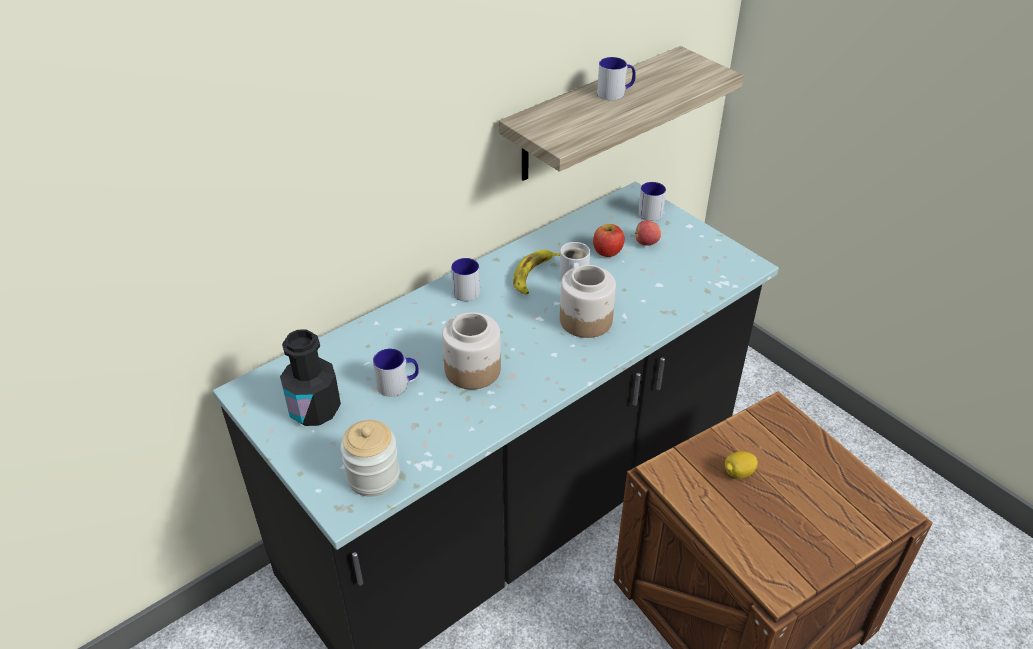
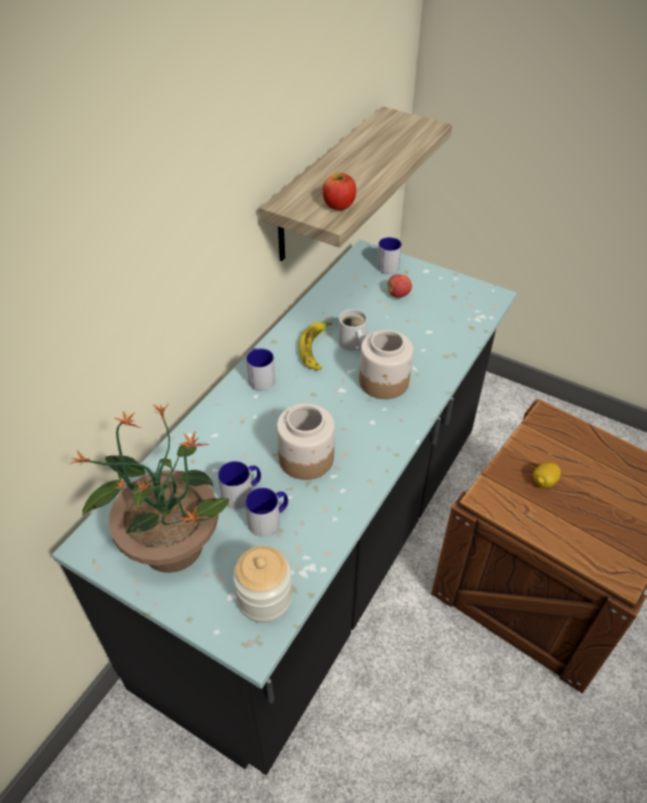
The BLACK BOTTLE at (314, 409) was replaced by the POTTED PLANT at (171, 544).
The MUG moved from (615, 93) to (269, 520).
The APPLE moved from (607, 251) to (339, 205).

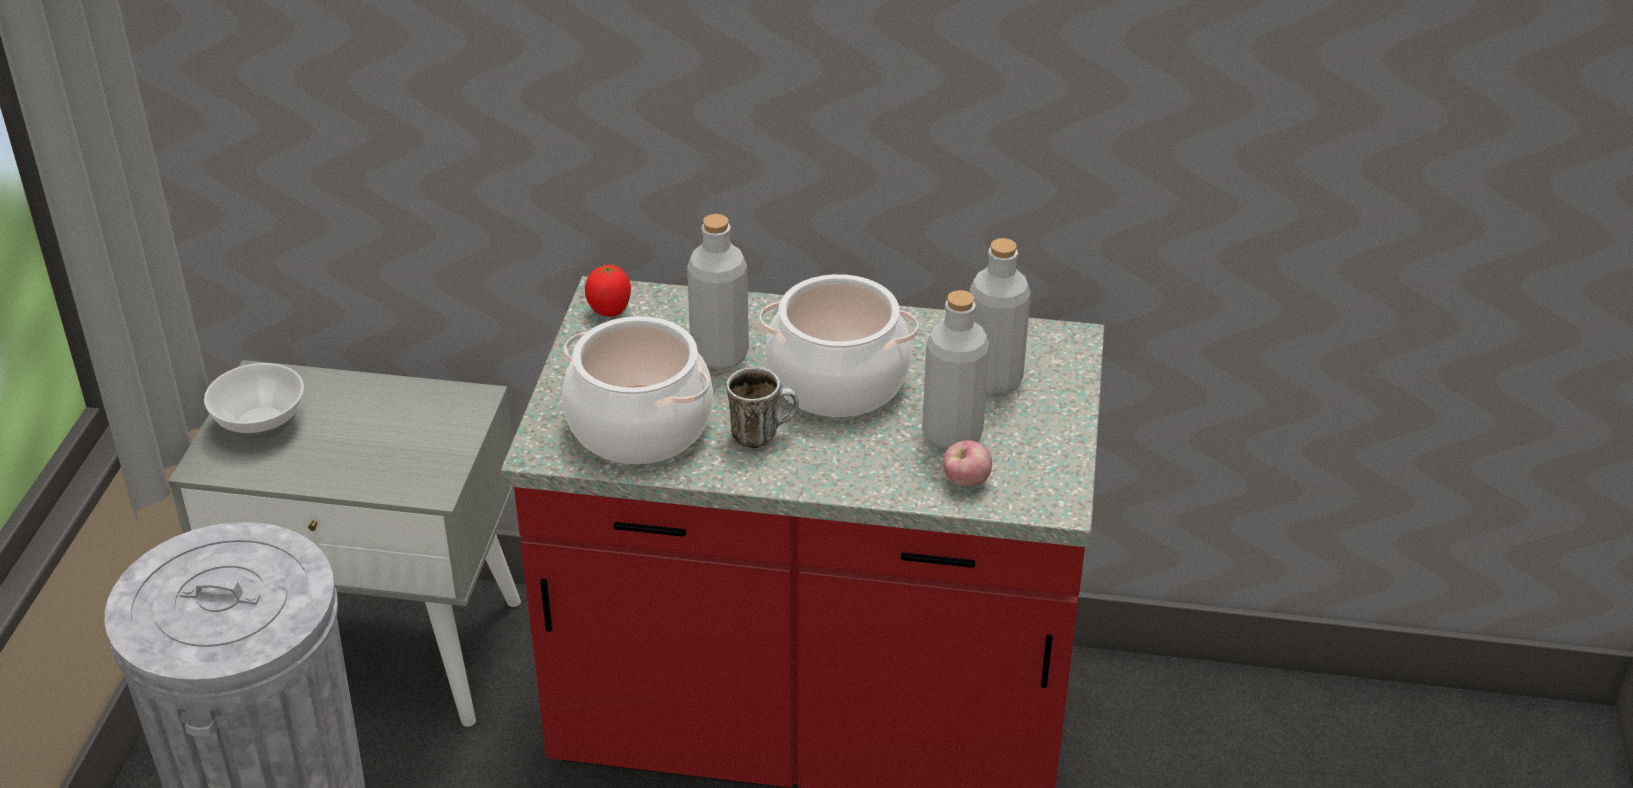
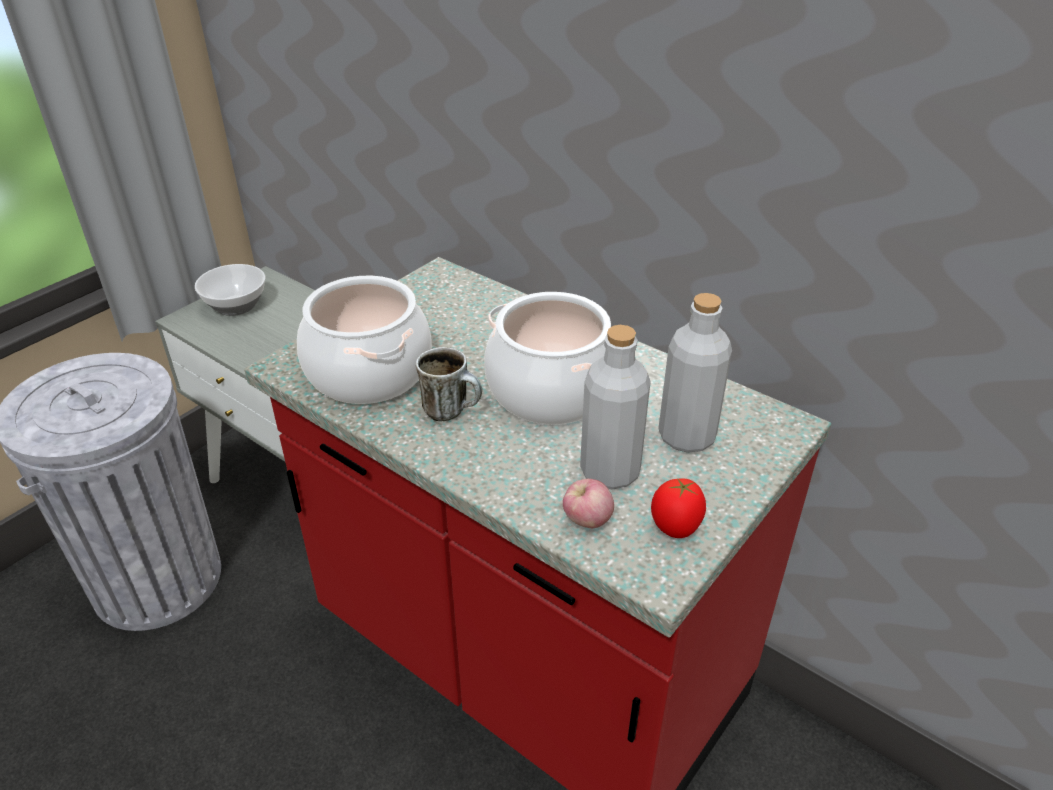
The TOMATO moved from (610, 312) to (675, 529).
The GREY BOTTLE at (719, 355) disappeared.

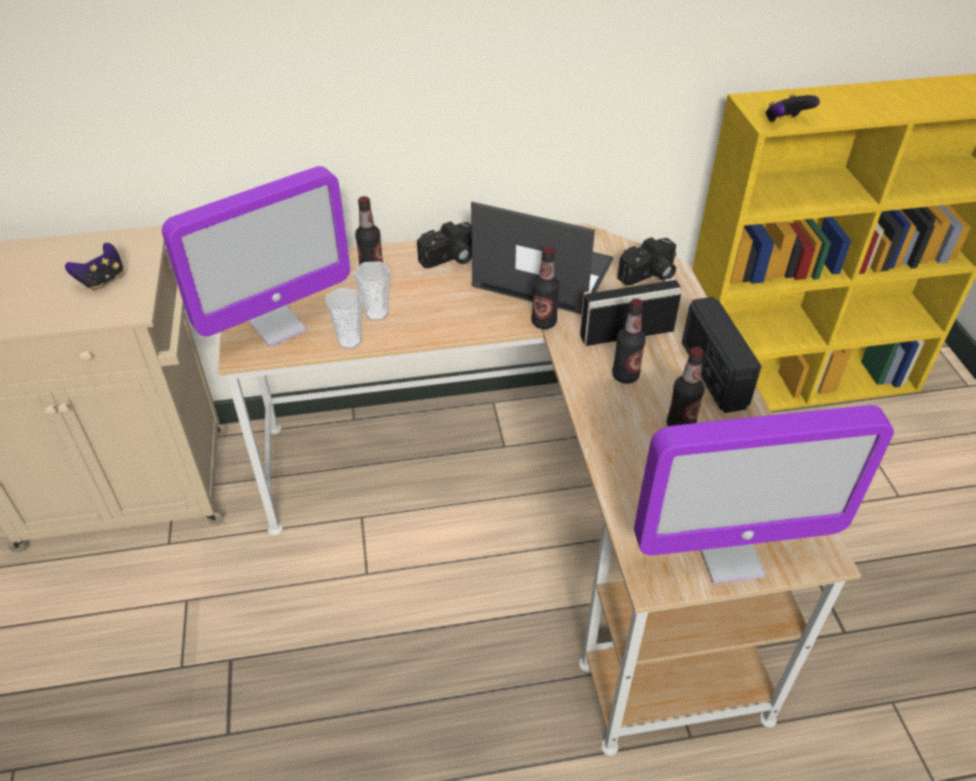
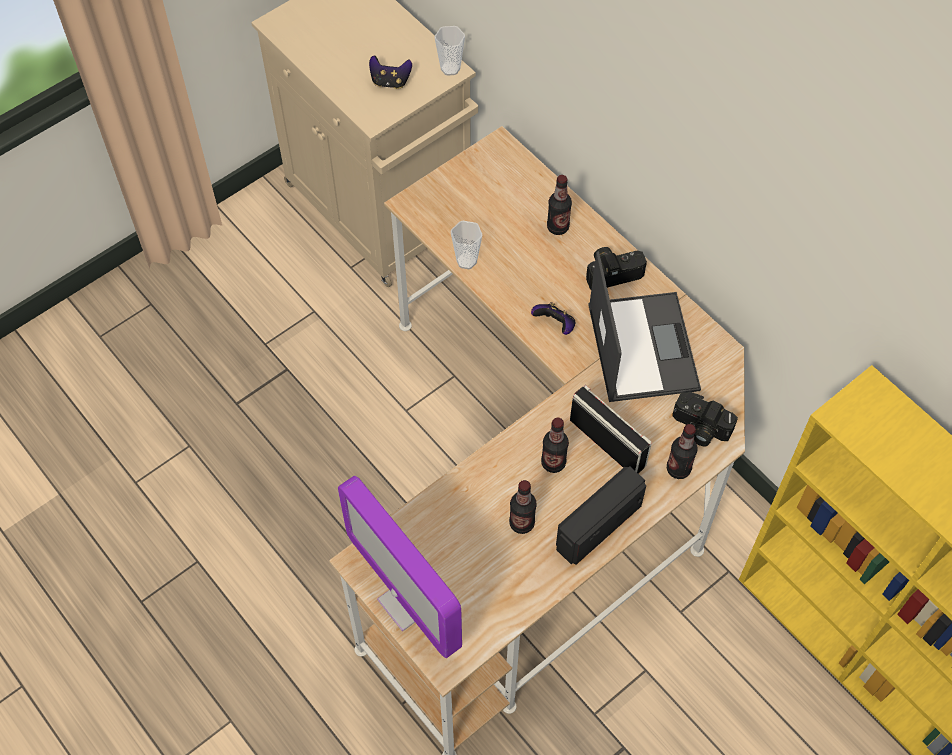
The CUP moved from (376, 314) to (450, 68).
The GAME CONTROLLER moved from (785, 122) to (555, 325).
The PHOTO CAMERA at (450, 259) turned 135 degrees clockwise.
The BOTTLE moved from (544, 322) to (678, 469).
The MONITOR at (278, 326) disappeared.

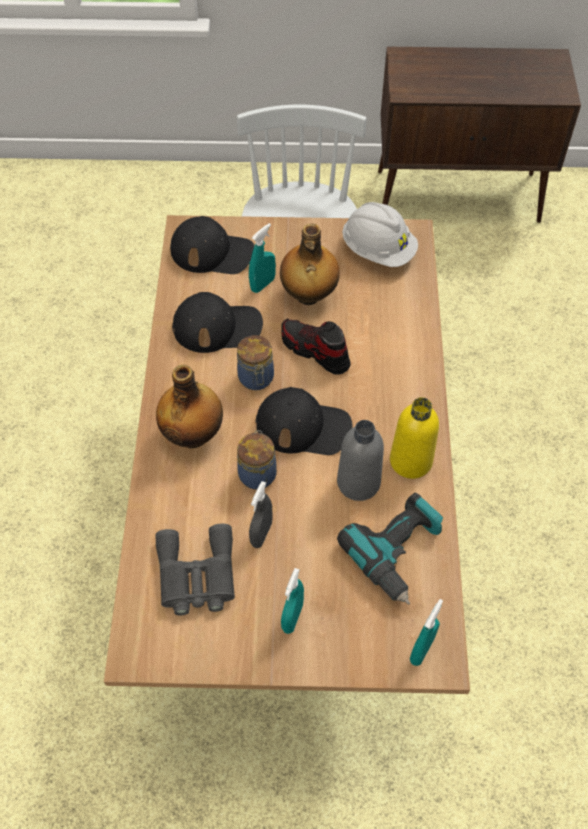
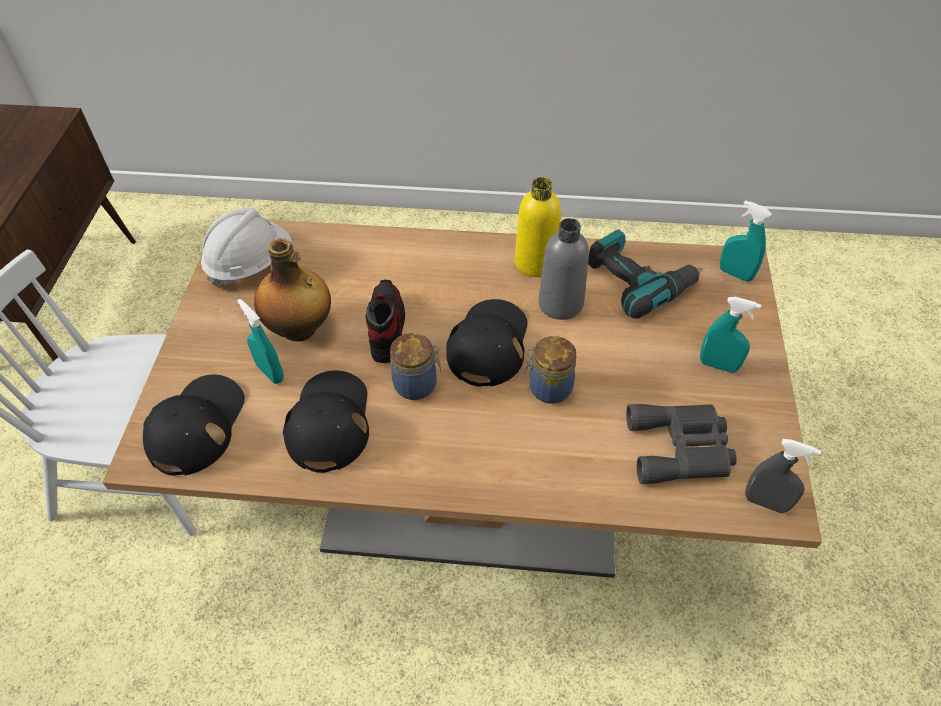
The SHOE at (315, 351) turned 135 degrees clockwise.
The GREY SPRAY BOTTLE moved from (261, 534) to (766, 502).
The BOTTLE at (193, 434) disappeared.

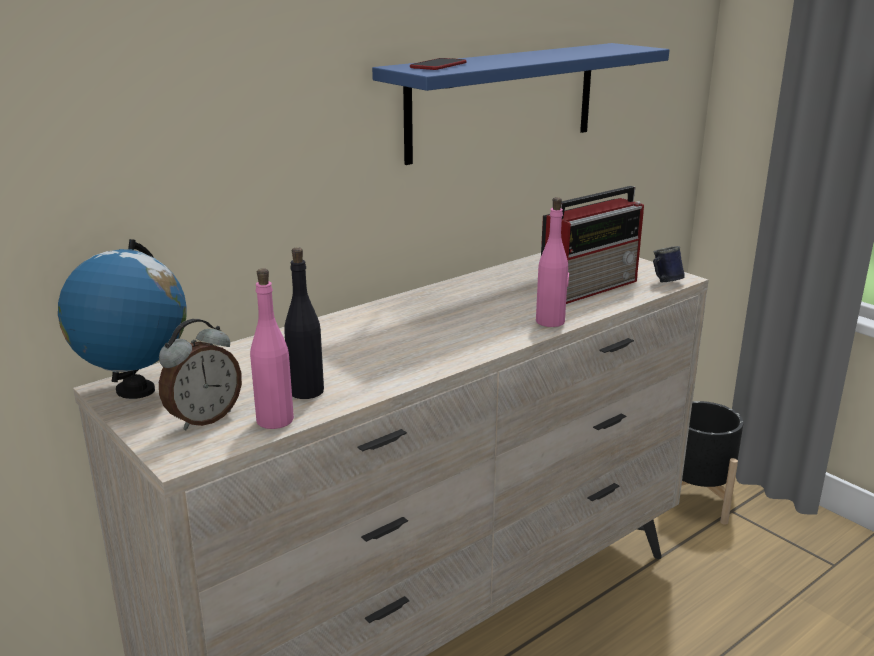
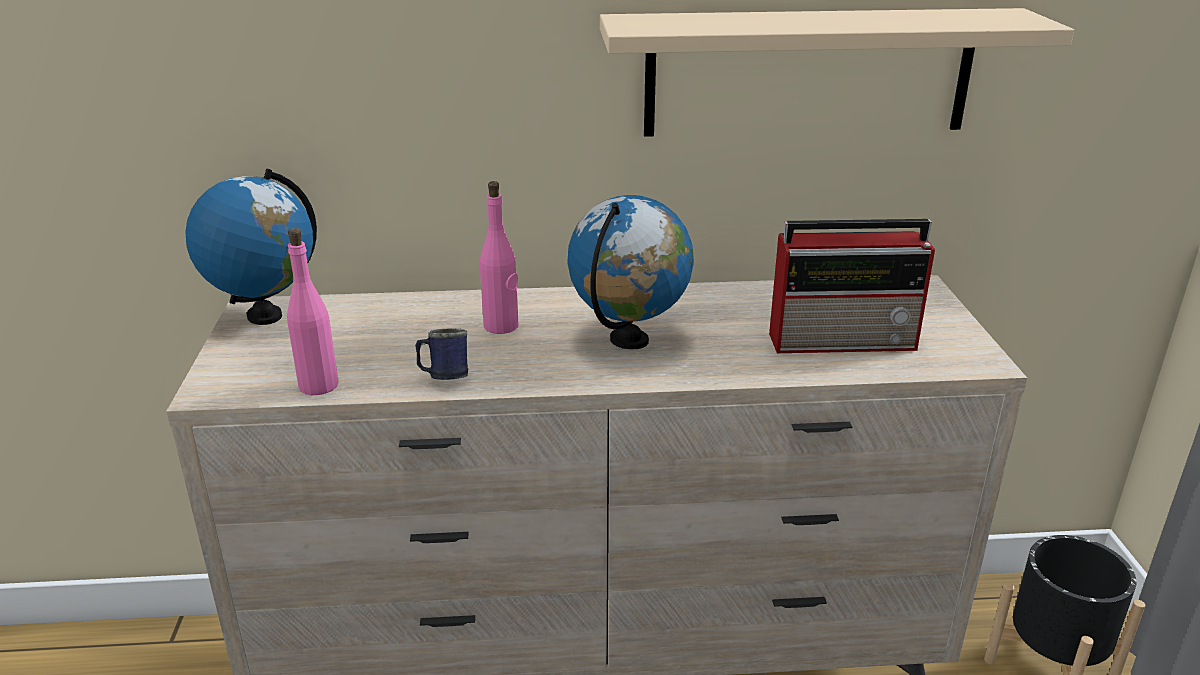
The BLUE MUG moved from (664, 282) to (444, 377).
The PINK BOTTLE moved from (550, 321) to (501, 326).
The GLOBE at (629, 341) appeared.
The BLUE SHELF at (503, 101) became the BEIGE SHELF at (808, 73).
The ALARM CLOCK at (203, 418) disappeared.
The BLACK BOTTLE at (307, 391) disappeared.
The PHONE at (438, 66) disappeared.

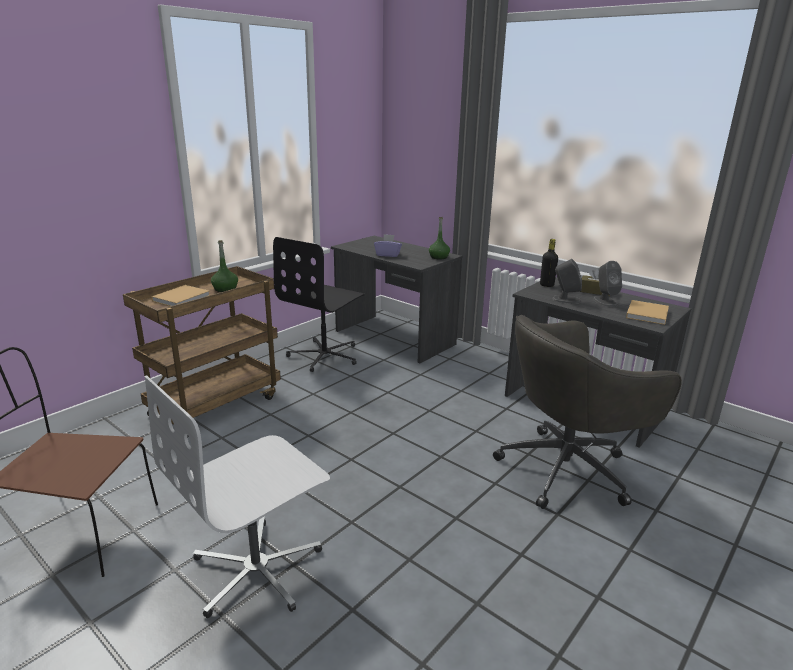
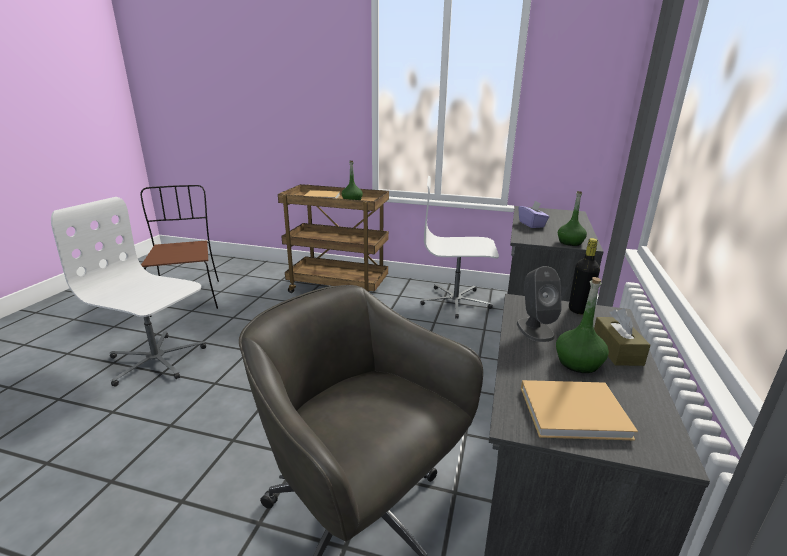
The BLACK OFFICE CHAIR at (325, 355) became the WHITE OFFICE CHAIR at (456, 302).
The GREY SPEAKER at (605, 301) was replaced by the GREEN BOTTLE at (578, 363).

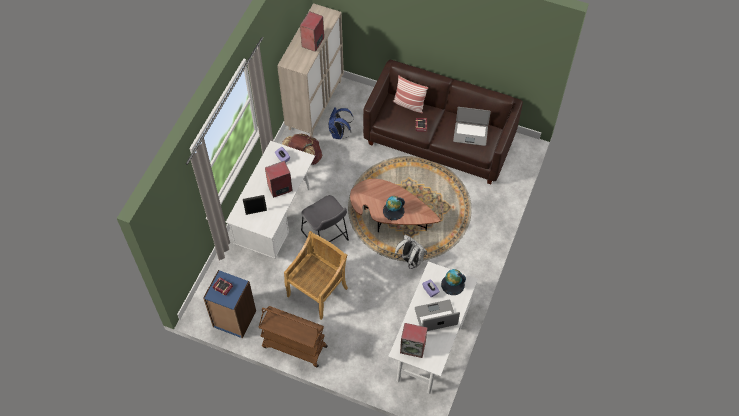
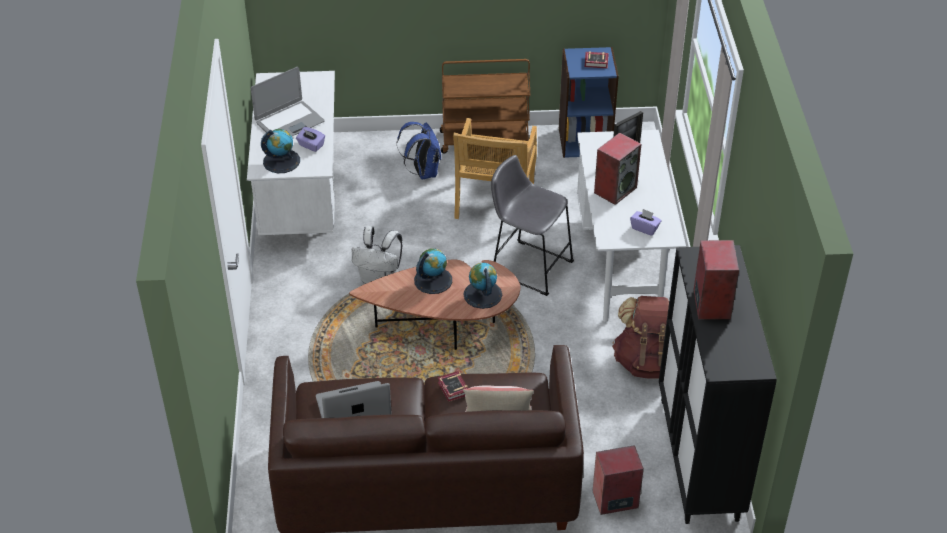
The BLUE BACKPACK moved from (339, 133) to (423, 172).
The GLOBE at (482, 294) appeared.
The SPEAKER moved from (413, 347) to (614, 500).
The BEIGE CABINET at (315, 104) became the BLACK CABINET at (699, 458).

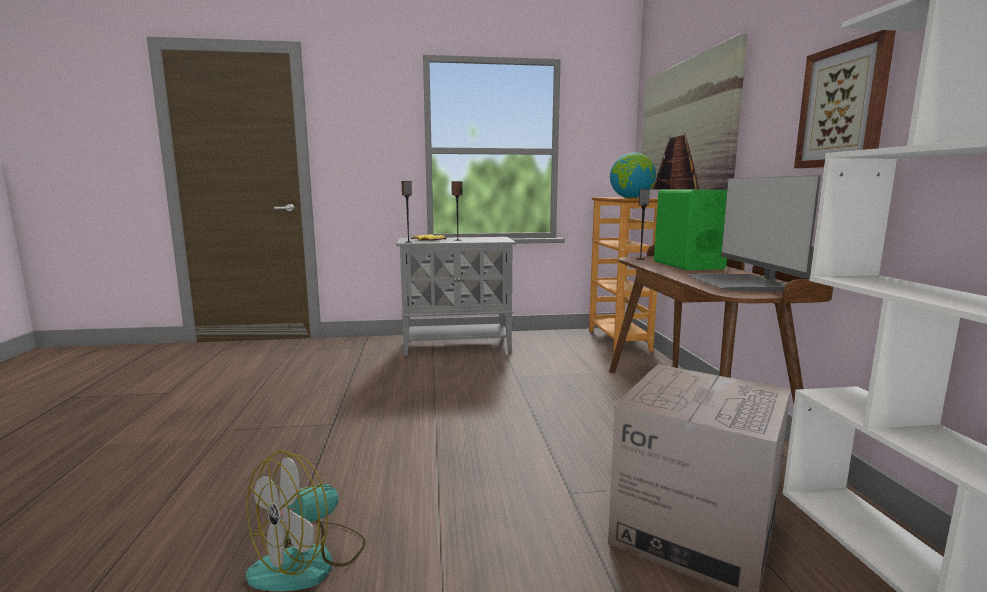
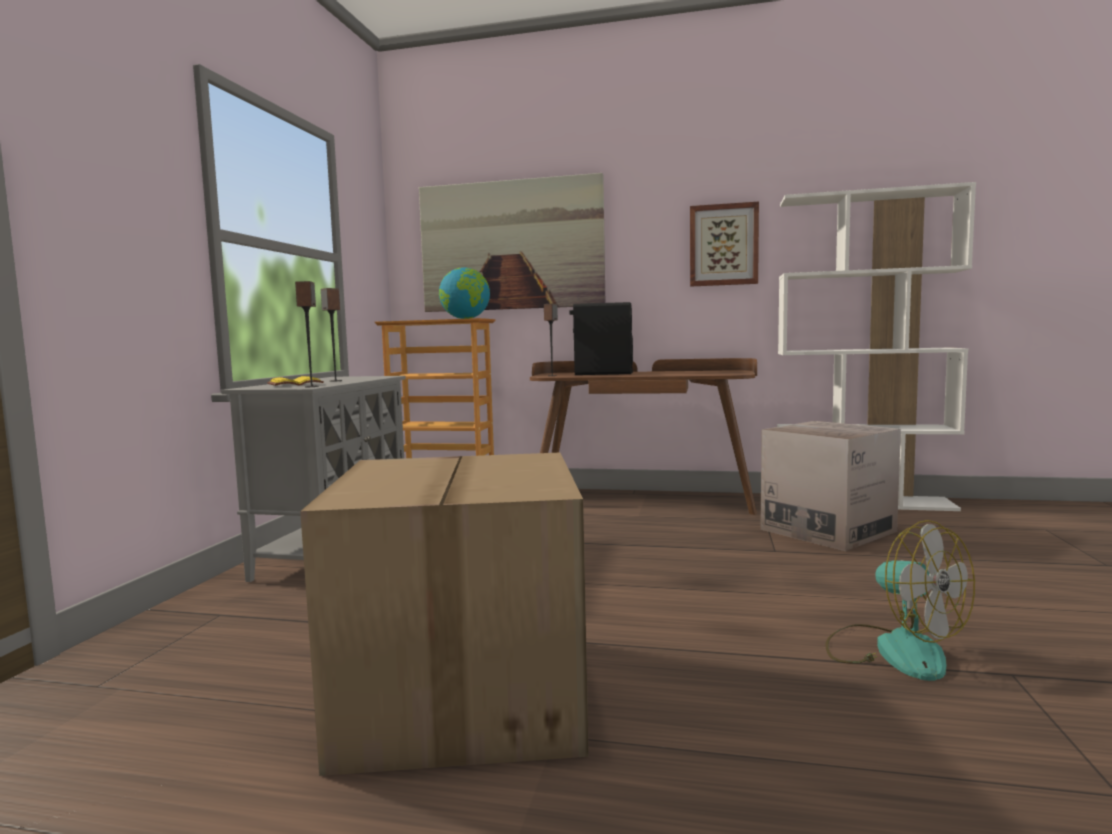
The CARDBOARD BOX at (460, 694) appeared.
The GREEN SPEAKER at (687, 265) became the BLACK SPEAKER at (603, 373).
The MONITOR at (740, 284) disappeared.

